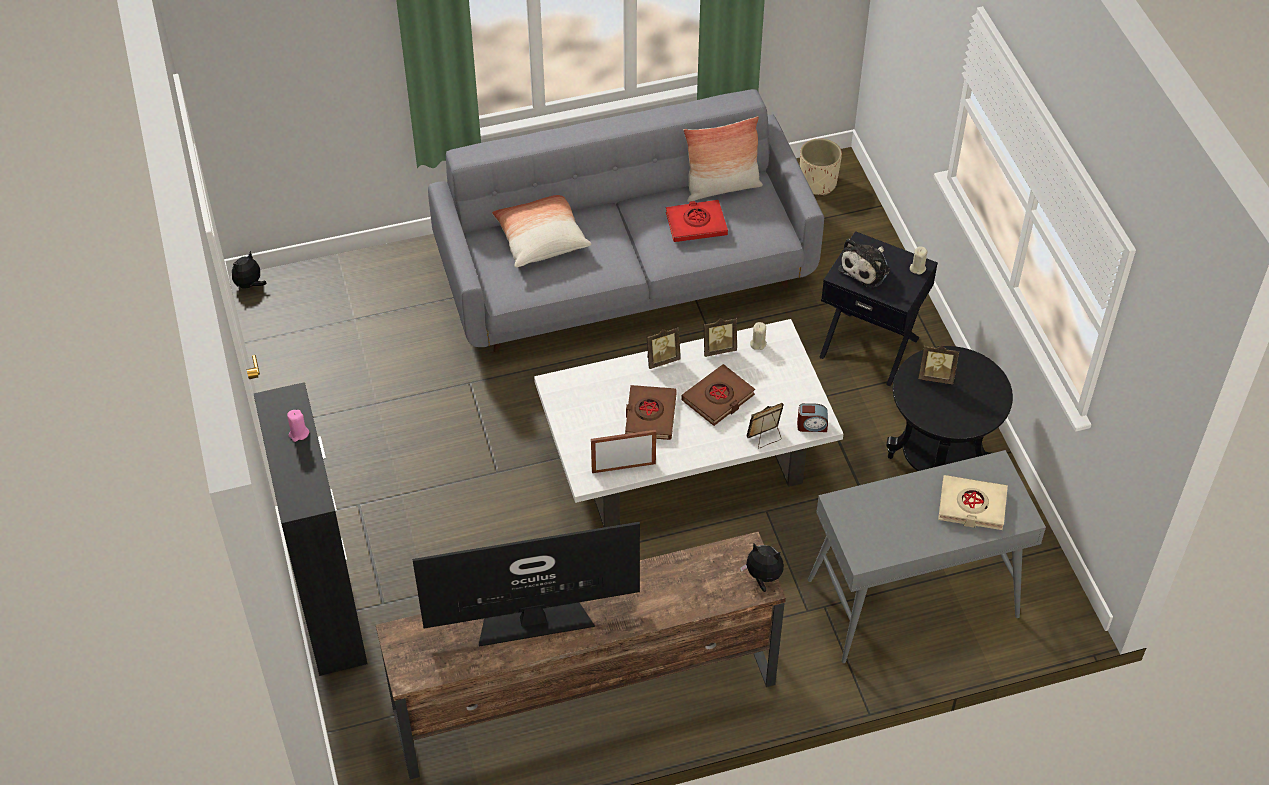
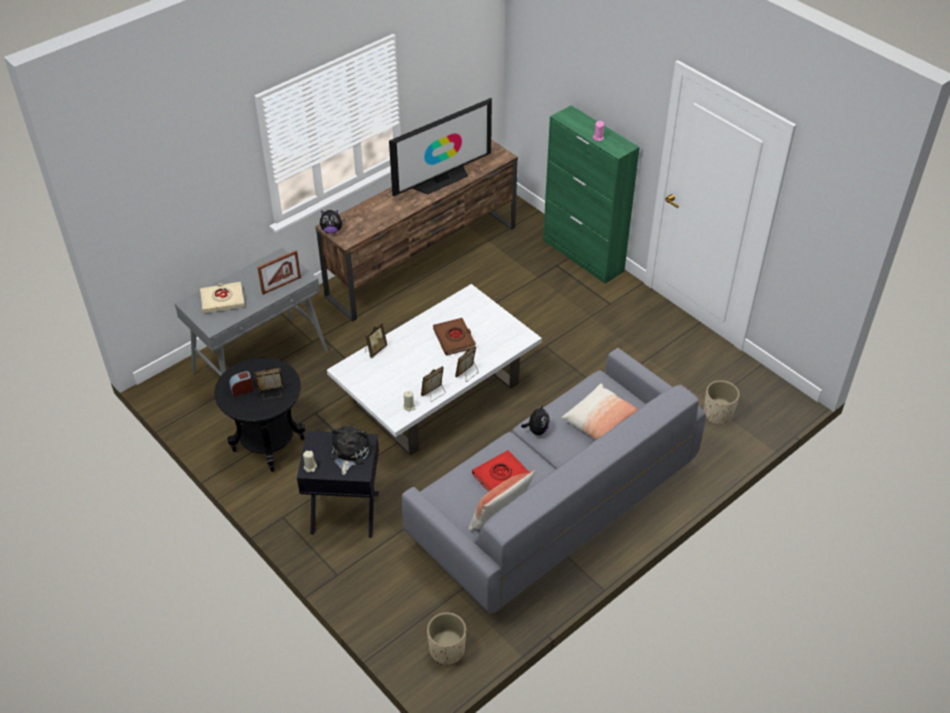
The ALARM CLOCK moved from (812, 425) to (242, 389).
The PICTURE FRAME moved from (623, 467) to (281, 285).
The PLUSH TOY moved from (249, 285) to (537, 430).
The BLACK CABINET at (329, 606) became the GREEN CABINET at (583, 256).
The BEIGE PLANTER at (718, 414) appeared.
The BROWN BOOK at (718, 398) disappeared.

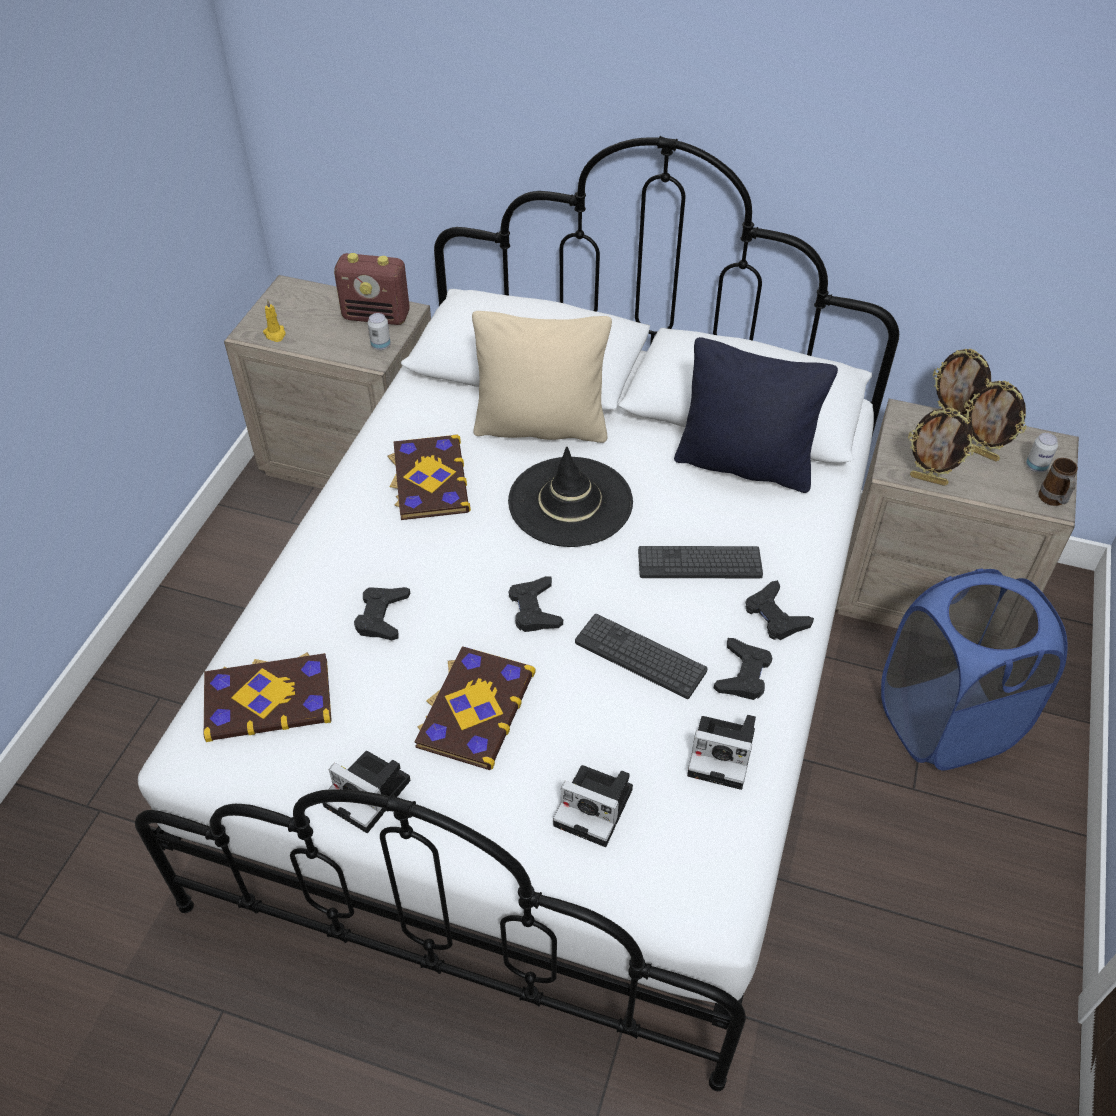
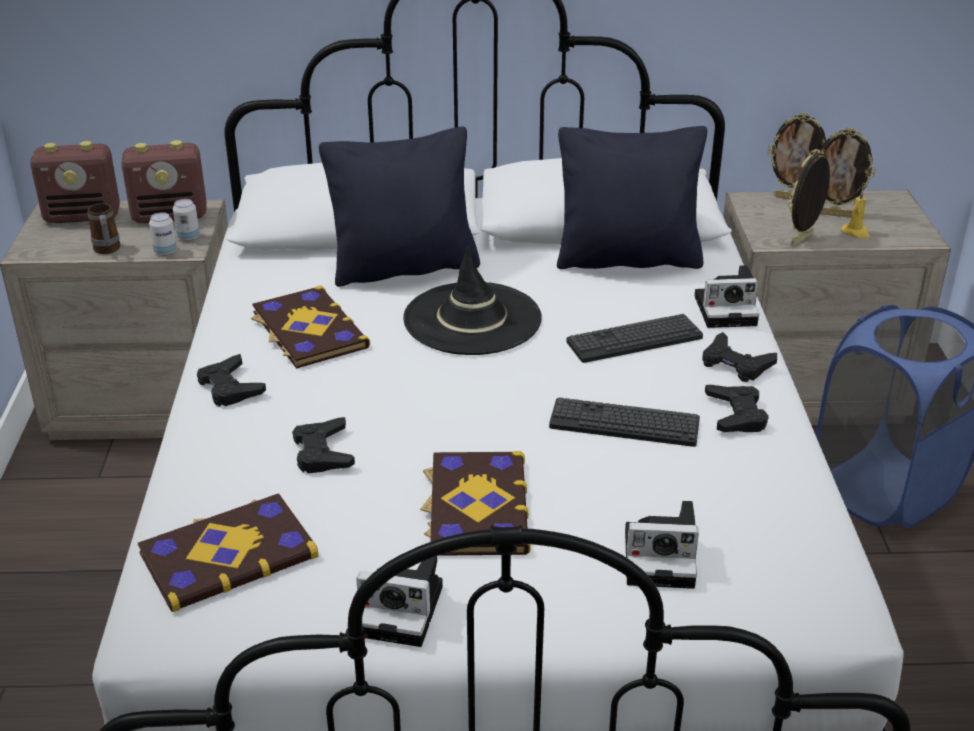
The RADIO at (83, 216) appeared.
The MUG moved from (1053, 501) to (107, 251).
The CAN moved from (1036, 467) to (165, 252).
The BLACK GAME CONTROLLER moved from (534, 609) to (230, 387).
The BEIGE PILLOW at (541, 426) became the BLACK PILLOW at (404, 268).
The PHOTO CAMERA moved from (724, 754) to (728, 310).
The PICTURE FRAME at (928, 479) turned 135 degrees clockwise.
The YELLOW CANDLE moved from (275, 334) to (856, 233).

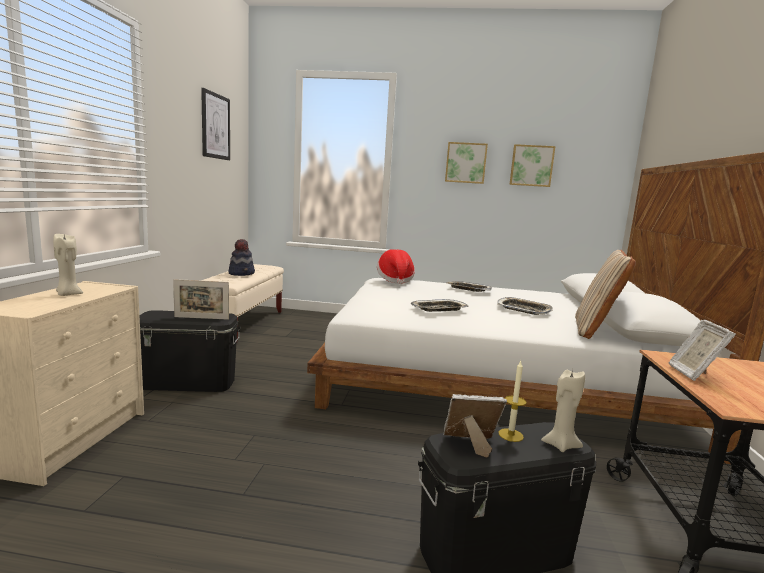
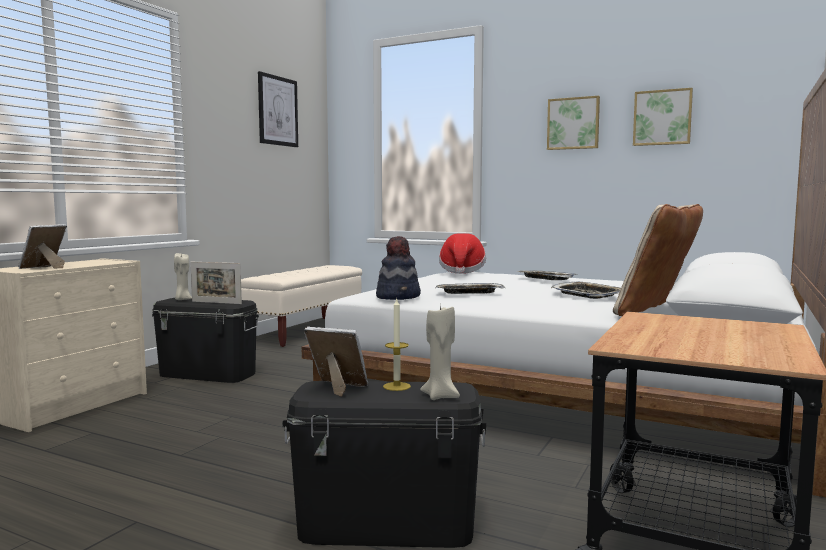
The PICTURE FRAME moved from (693, 374) to (44, 268).
The BEIGE CANDLE moved from (68, 294) to (182, 299).
The HAT moved from (242, 273) to (399, 297).

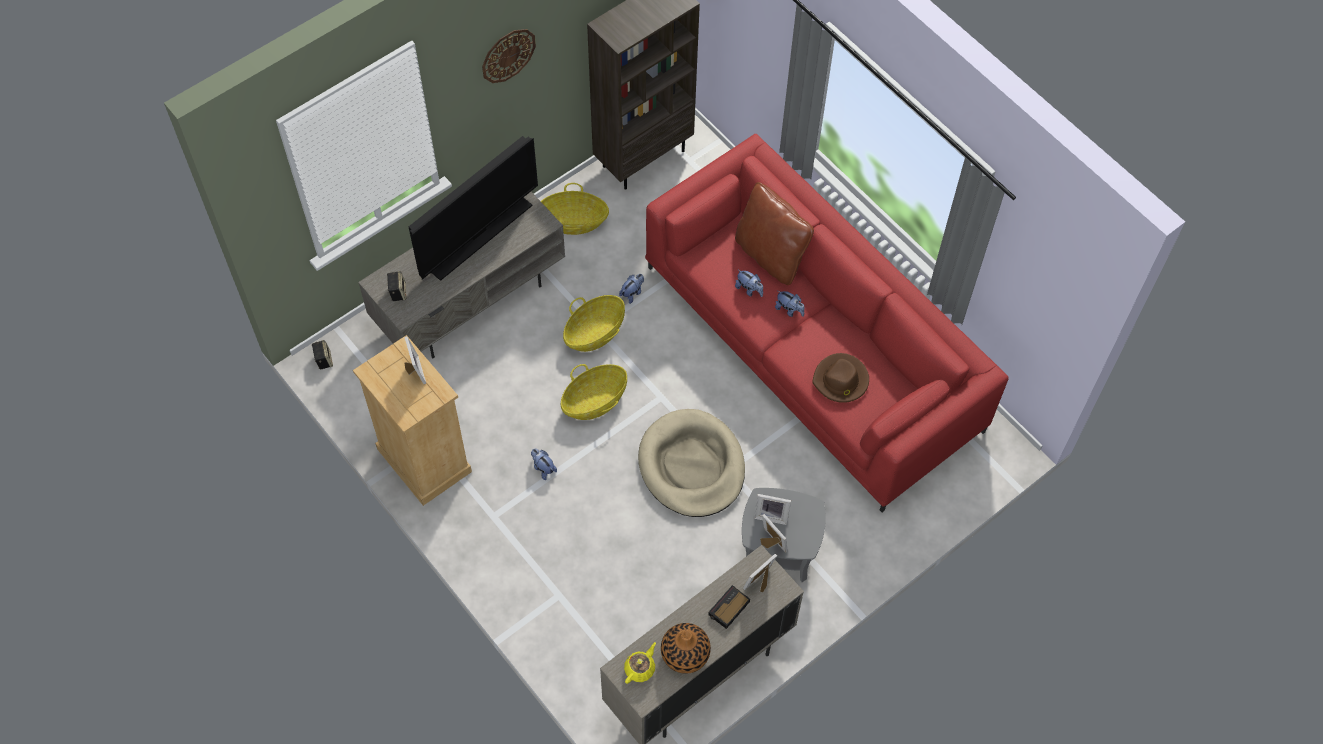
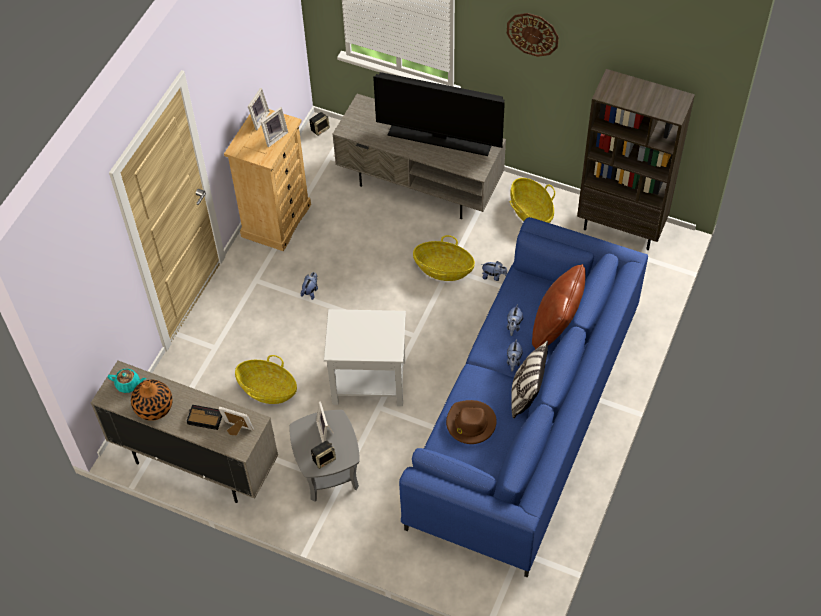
The YELLOW TEAPOT at (640, 668) became the TURQUOISE TEAPOT at (128, 384).
The BASKET moved from (594, 401) to (267, 389).
The PICTURE FRAME moved from (771, 543) to (258, 119).
The SPEAKER moved from (397, 292) to (324, 459).
The BEIGE DOG BED at (691, 466) was replaced by the WHITE SIDE TABLE at (368, 381).
The RED SOFA at (812, 348) became the BLUE SOFA at (524, 416).
The PILLOW at (526, 394) appeared.

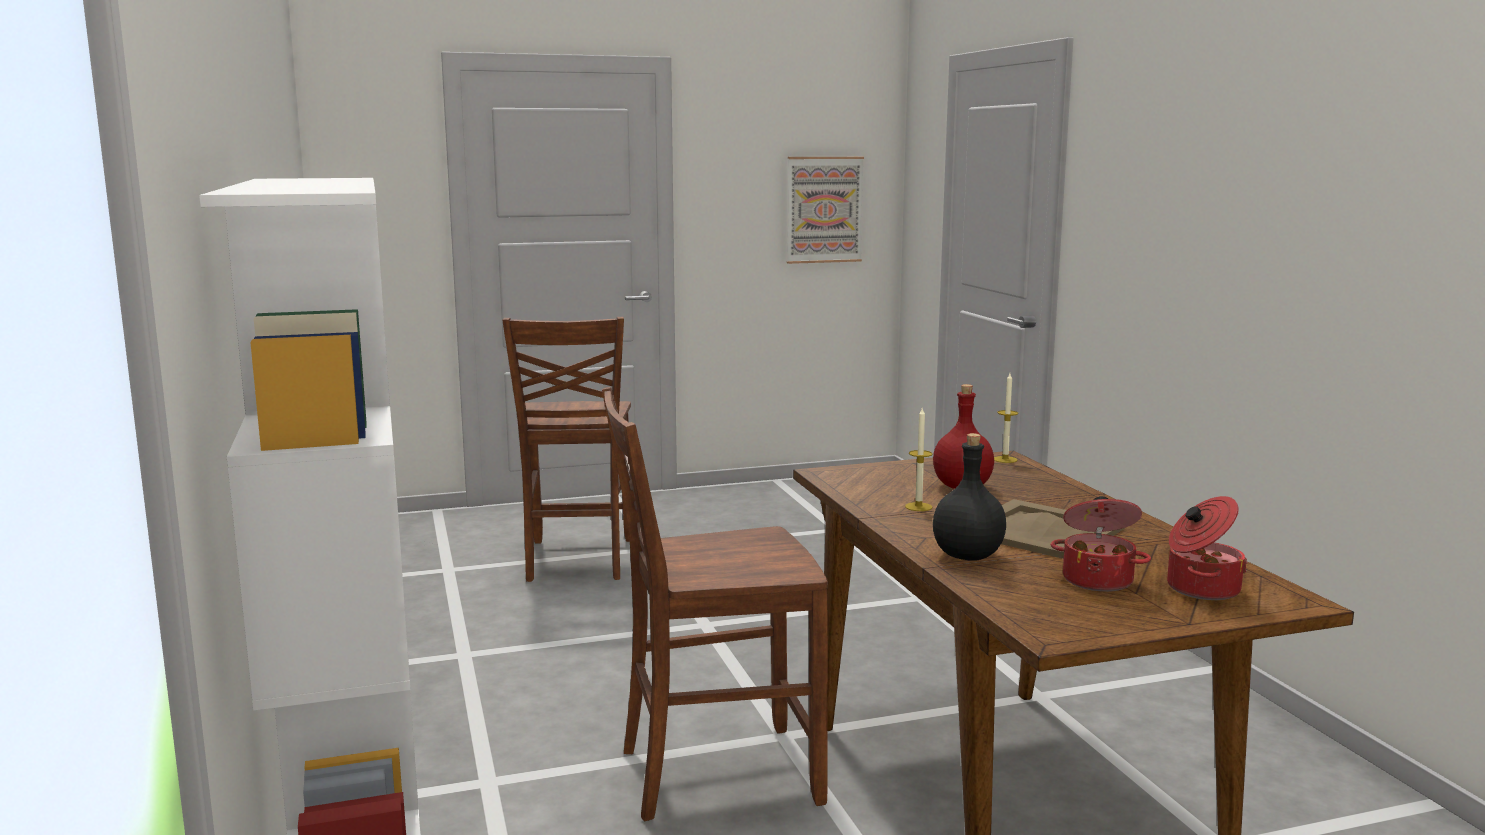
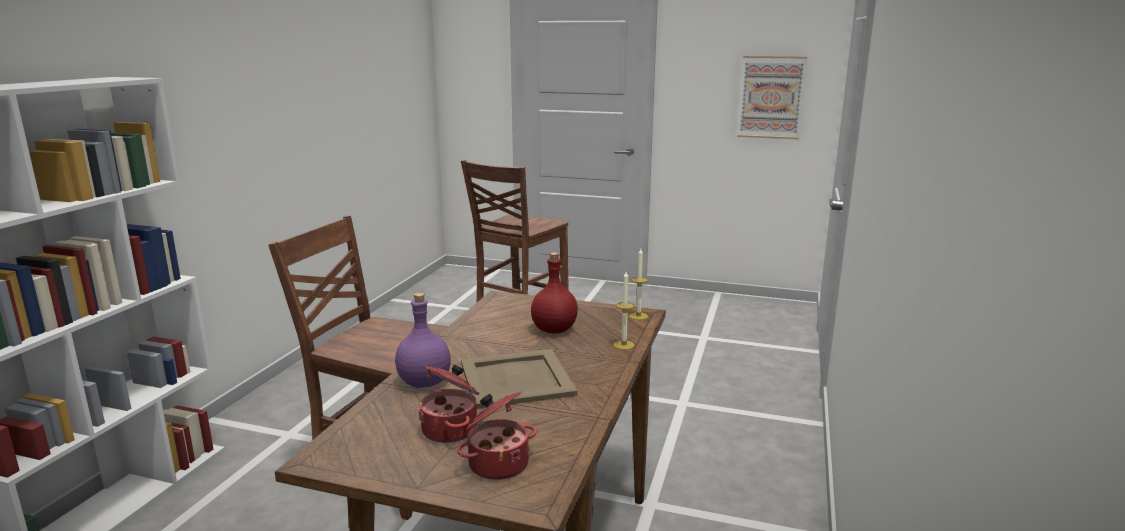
The BLACK BOTTLE at (968, 556) became the PURPLE BOTTLE at (425, 382).
The CANDLE moved from (918, 507) to (624, 345).

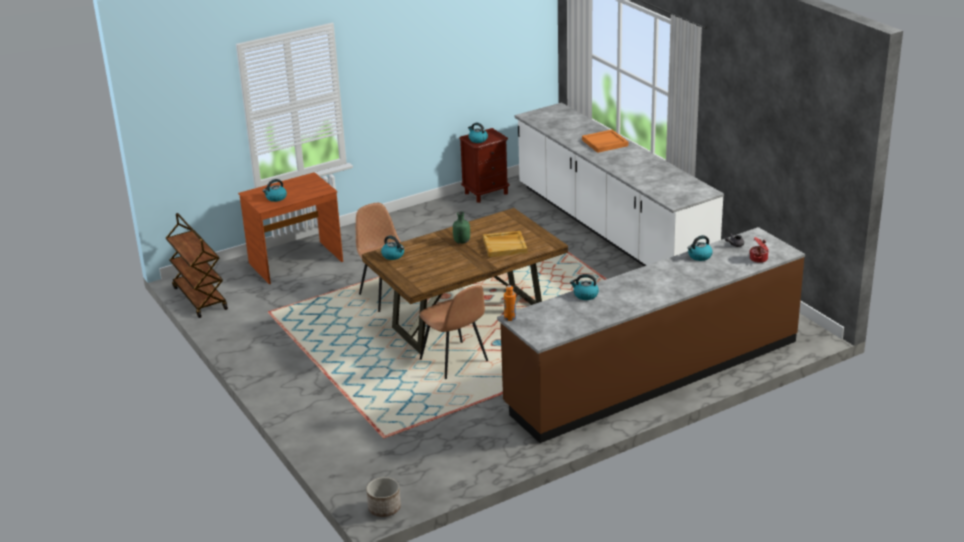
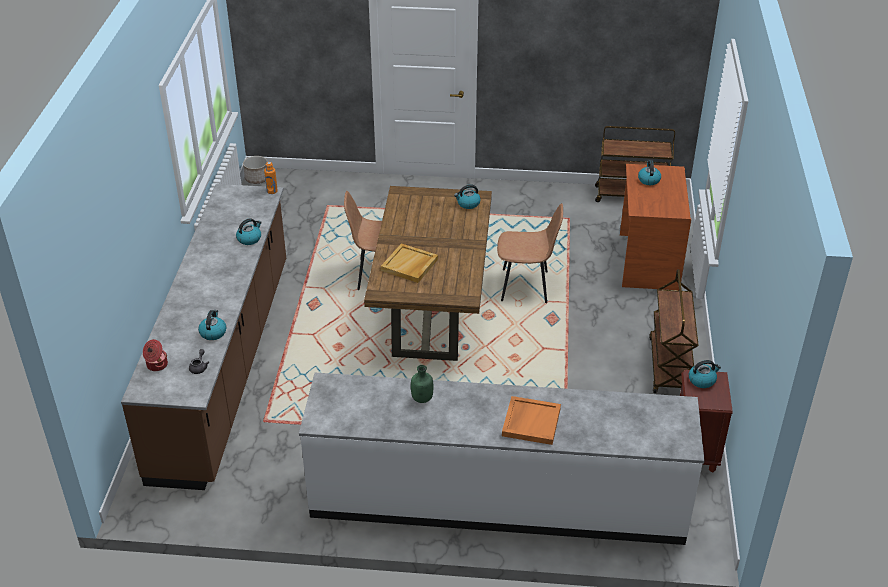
The GREEN BOTTLE moved from (461, 241) to (422, 398).
The BROWN CART at (669, 367) appeared.

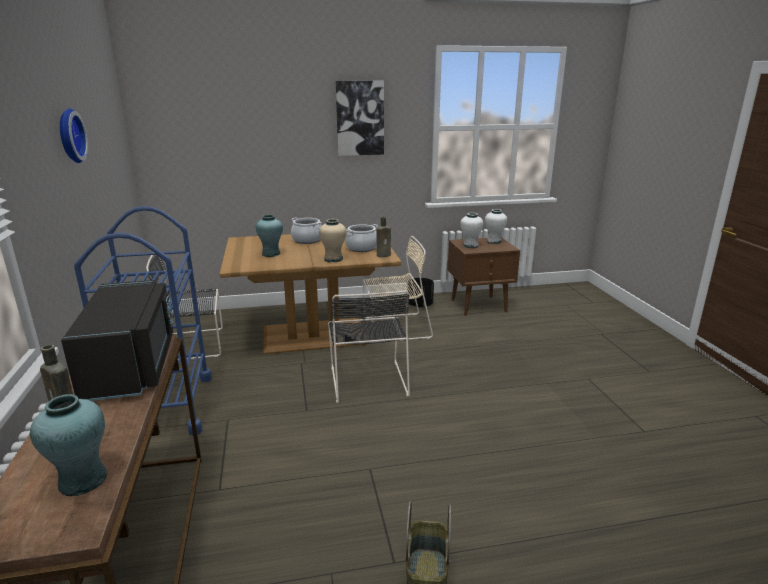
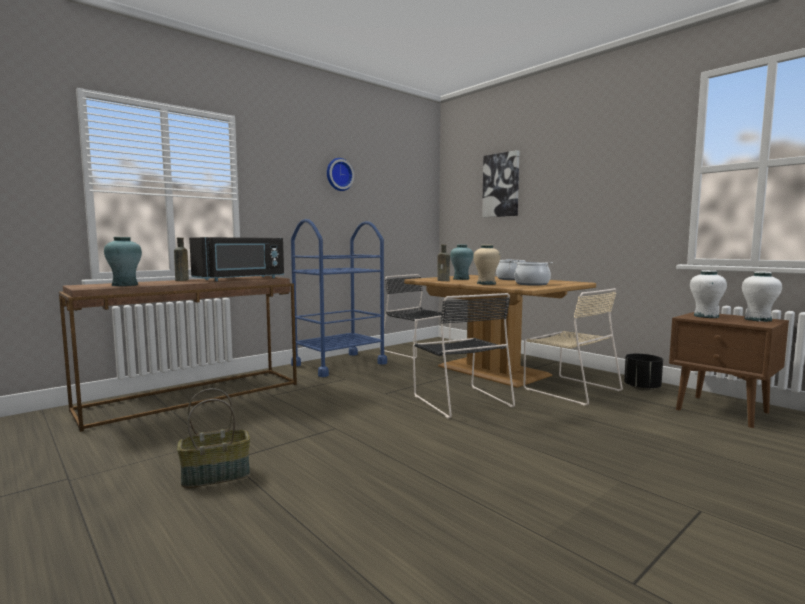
The BLACK CHAIR at (368, 379) turned 75 degrees counterclockwise.
The BROWN BOTTLE moved from (384, 255) to (444, 280).
The PICTURE moved from (360, 118) to (501, 185).

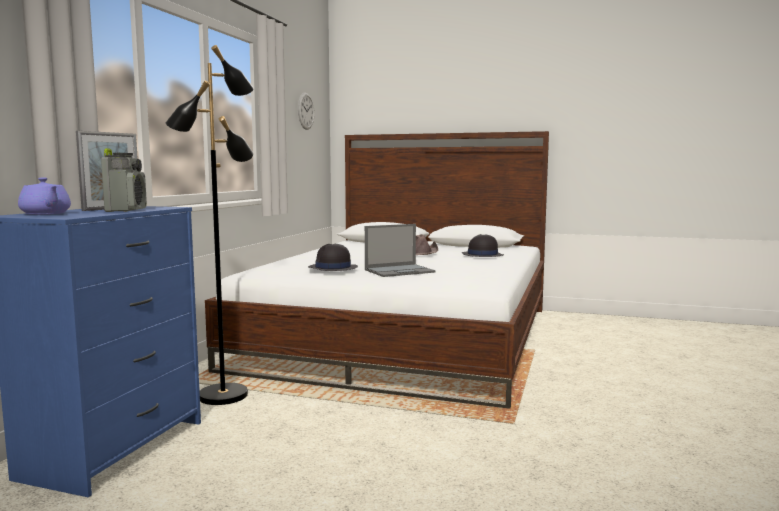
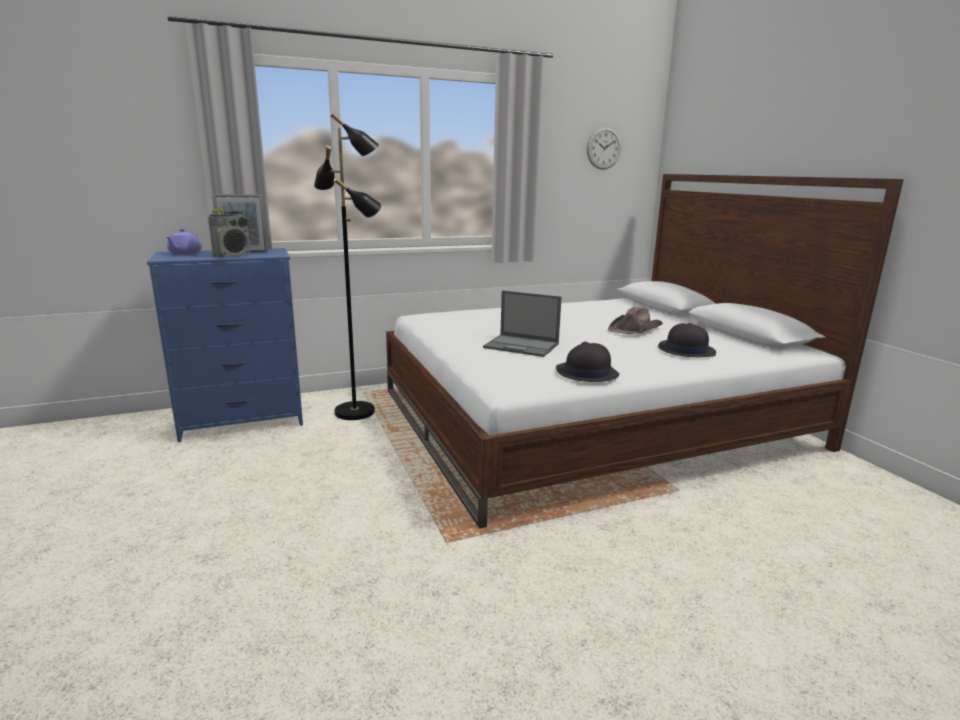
The BLACK HAT moved from (332, 268) to (586, 373).

